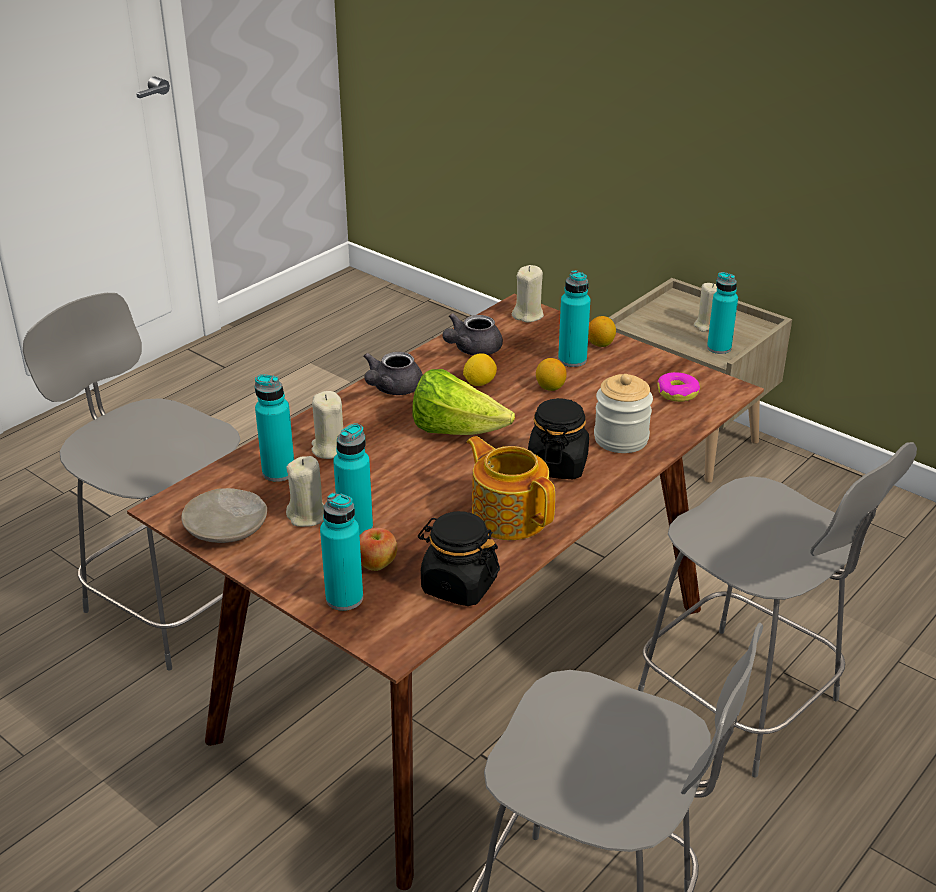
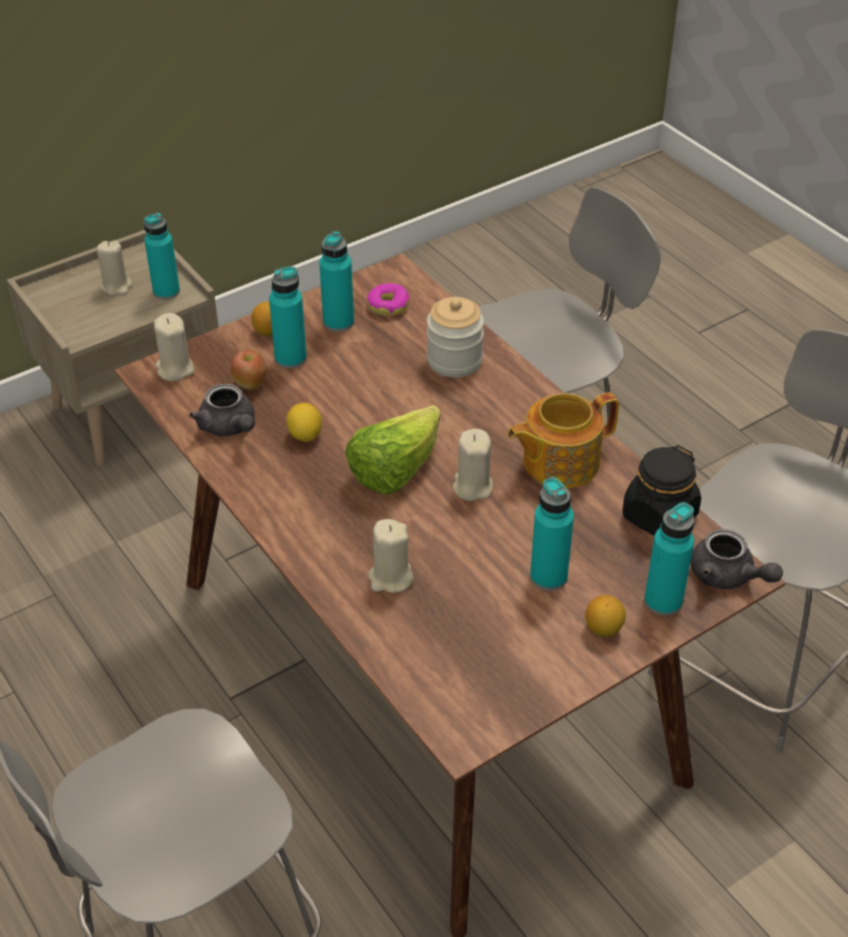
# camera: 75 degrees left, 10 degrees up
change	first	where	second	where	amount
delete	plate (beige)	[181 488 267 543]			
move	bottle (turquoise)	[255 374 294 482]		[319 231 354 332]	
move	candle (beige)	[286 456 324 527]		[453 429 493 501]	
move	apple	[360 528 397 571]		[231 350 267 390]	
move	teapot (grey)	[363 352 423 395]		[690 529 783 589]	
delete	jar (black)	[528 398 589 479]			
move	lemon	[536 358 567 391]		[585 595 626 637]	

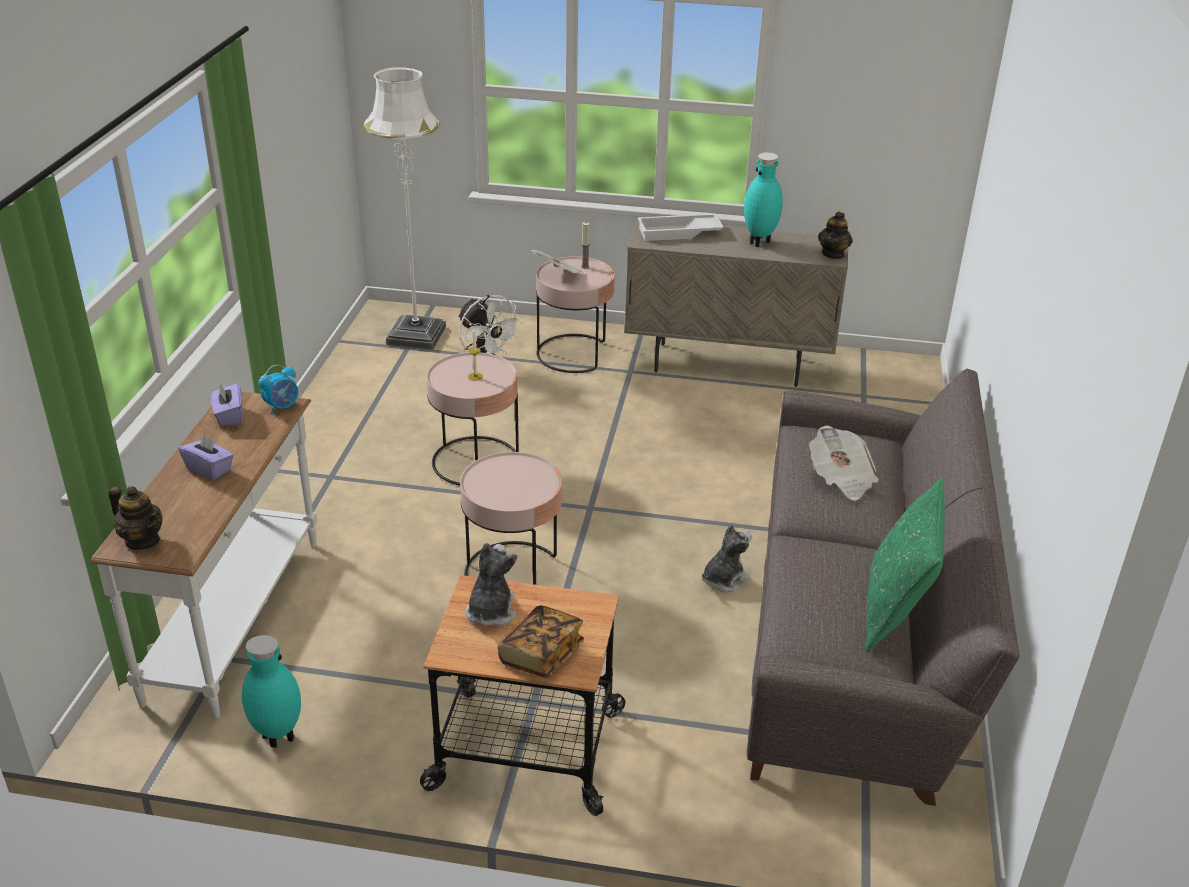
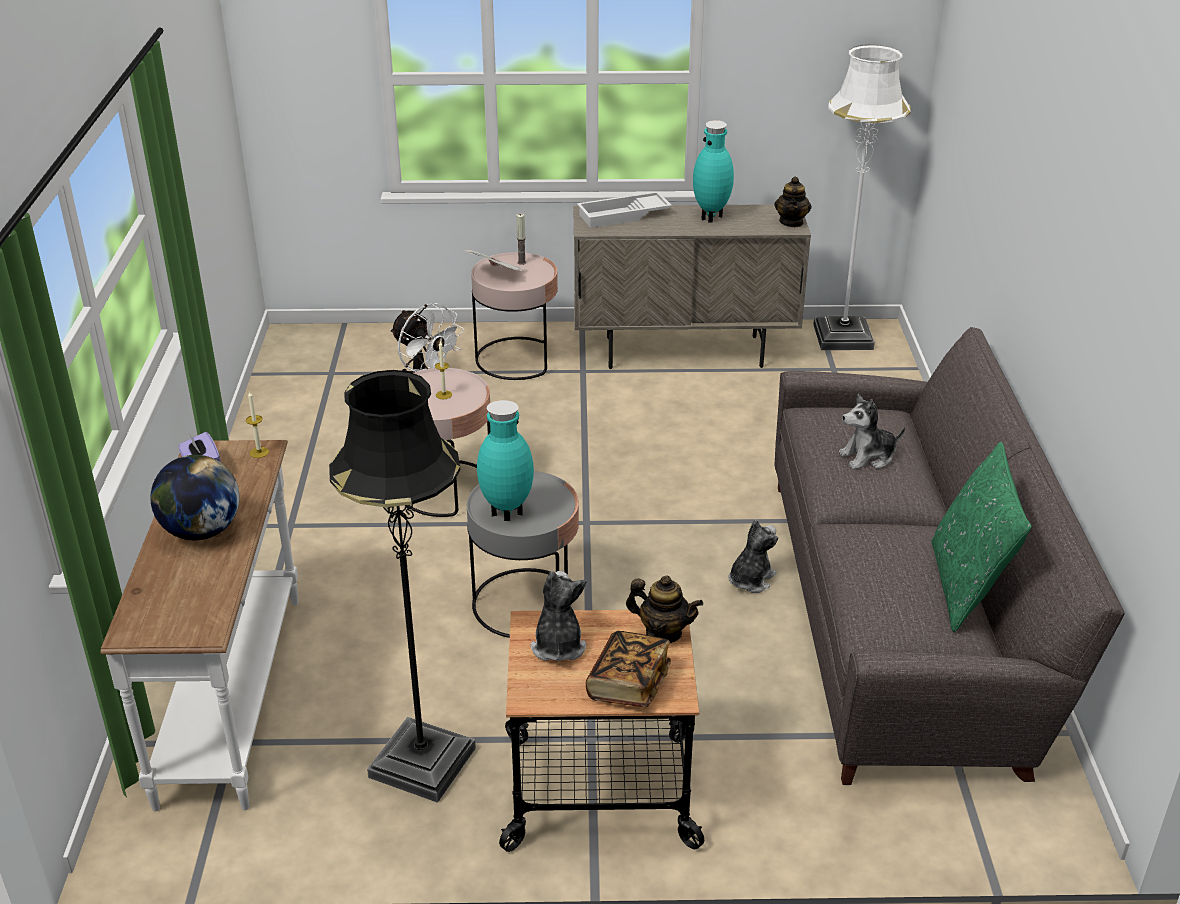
# camera: 10 degrees left, 0 degrees up
change	first	where	second	where	amount
move	teapot	[108 486 162 550]		[626 575 703 643]	
replace	tissue box (purple)	[179 433 234 480]	globe	[150 455 240 540]	
move	vase (turquoise)	[242 635 301 748]		[477 400 534 521]	
replace	alarm clock	[259 365 298 415]	candle	[246 392 269 458]	
move	floor lamp (white)	[364 66 446 350]		[813 44 911 350]	
recolor	side table (pink)	[460 452 562 585]	side table (grey)	[466 471 579 638]	
replace	newspaper	[809 426 879 501]	plush toy	[839 394 905 469]	
insert			floor lamp (black)	[329 370 476 803]	

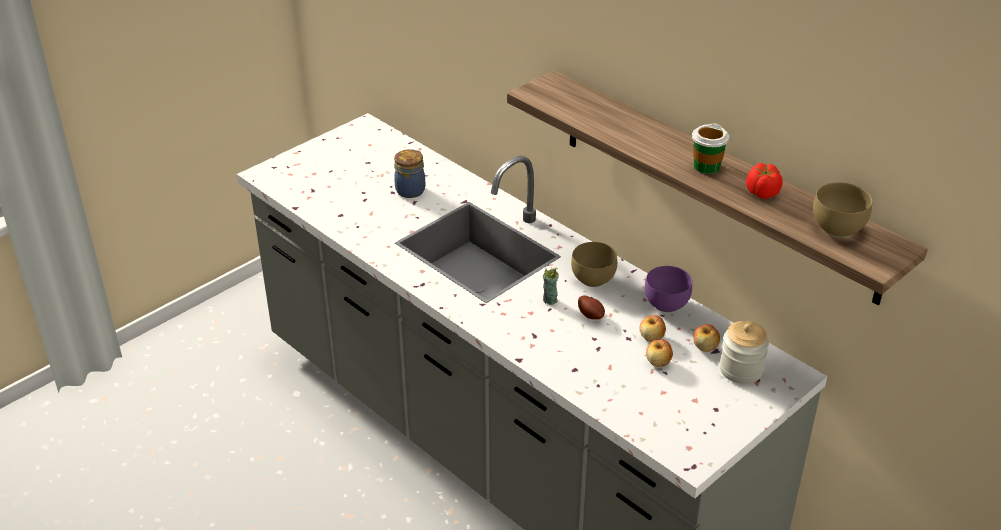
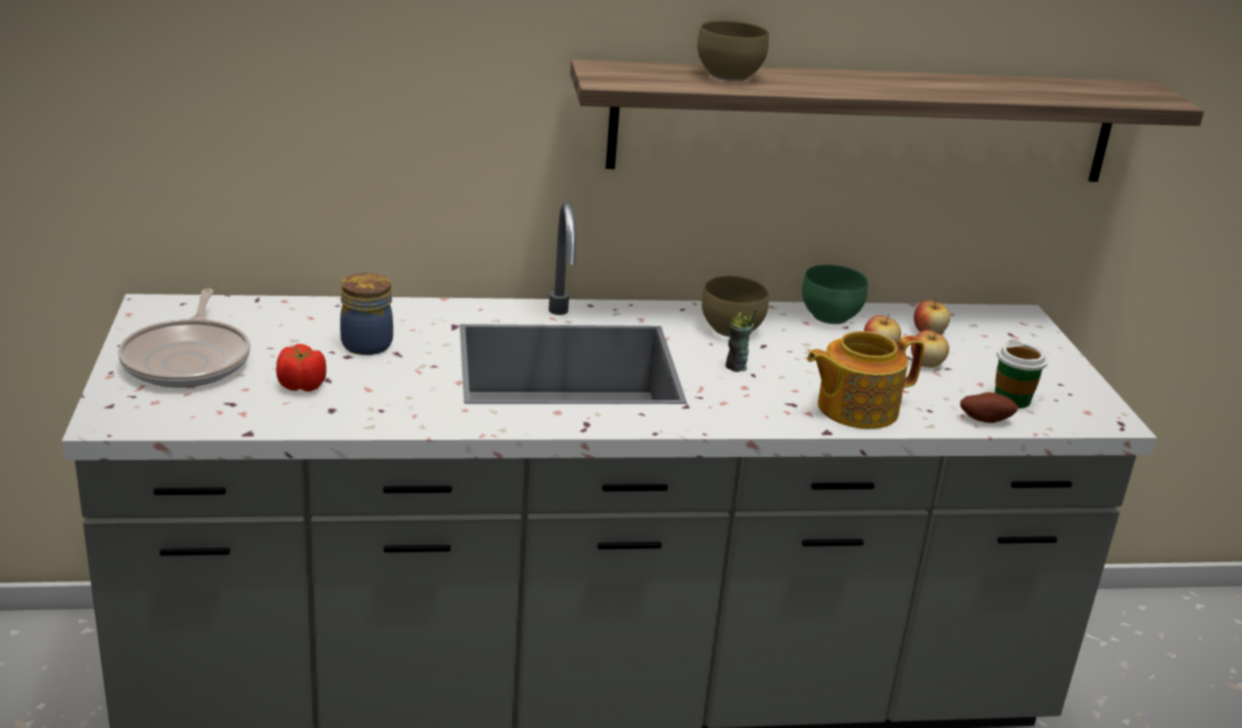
# camera: 55 degrees left, 10 degrees down
change	first	where	second	where	amount
move	potato	[578 295 605 320]		[960 392 1018 423]	
recolor	bowl (purple)	[645 266 692 312]	bowl (green)	[802 265 868 324]	
move	cup	[692 123 729 174]		[995 339 1048 408]	
delete	jar	[720 321 769 384]			
move	tomato	[746 163 783 199]		[276 344 326 392]	
move	bowl (brown)	[813 182 872 237]		[697 20 769 81]	
insert			frying pan	[118 288 250 388]	
insert			teapot	[807 331 924 429]	

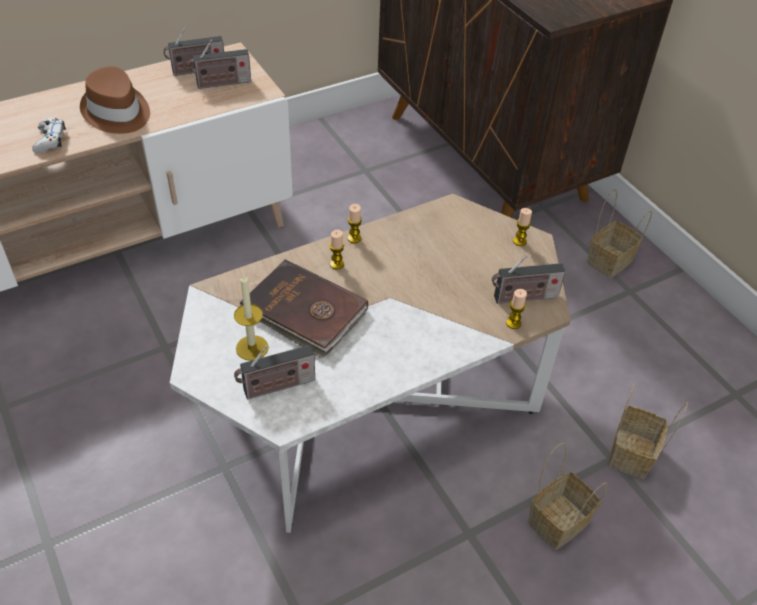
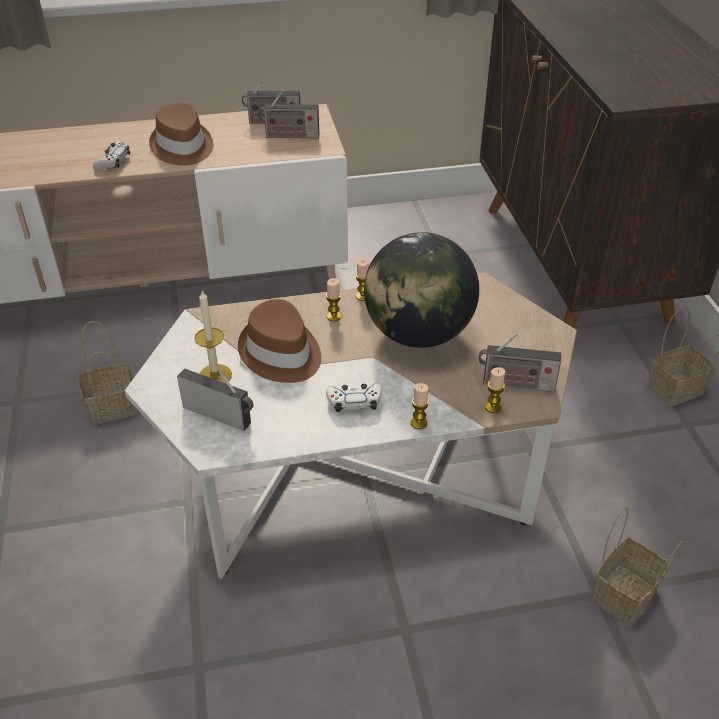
# camera: 20 degrees right, 5 degrees down
change	first	where	second	where	amount
rotate	radio	[234 345 315 400]		[177 368 254 431]	150 degrees counterclockwise
replace	book (brown)	[239 259 368 359]	hat (brown)	[238 299 321 383]	
move	candle	[513 208 532 246]		[410 383 429 429]	
move	basket	[528 443 608 550]		[79 321 139 425]	
insert			game controller (white)	[326 383 382 412]	
insert			globe	[364 232 479 348]	

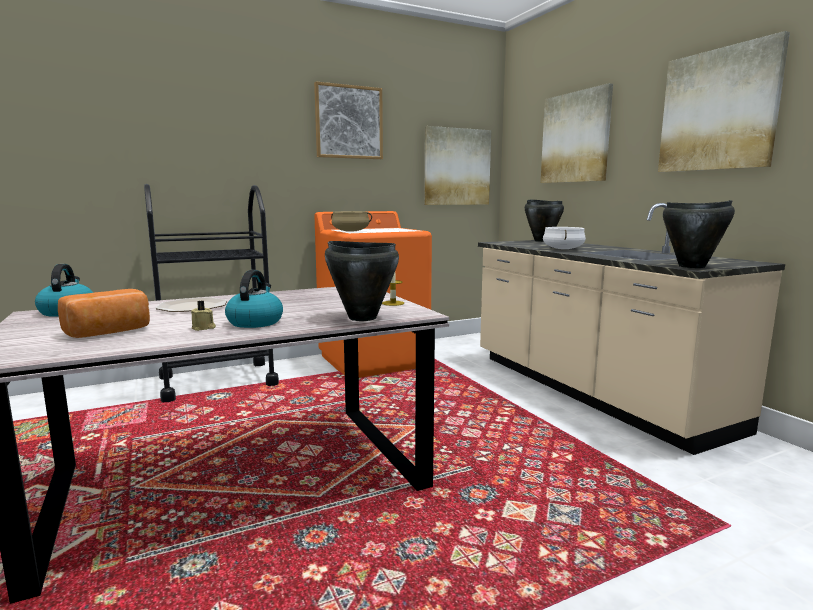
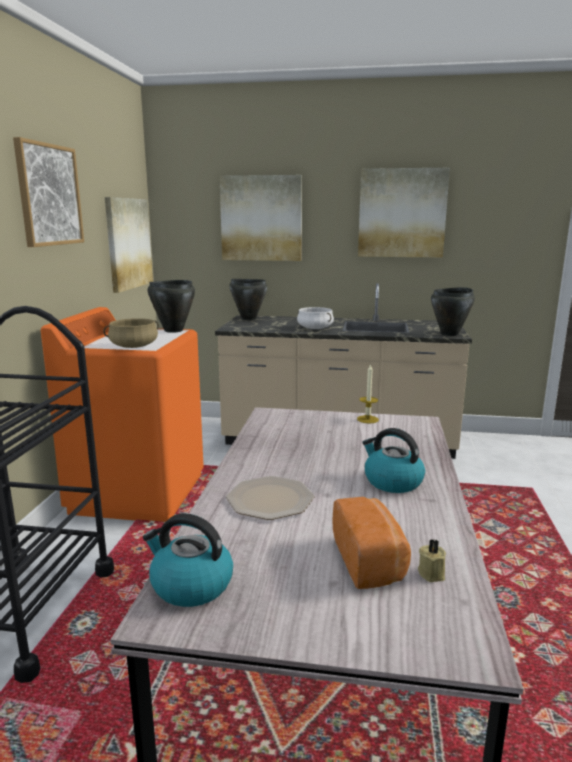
# camera: 55 degrees left, 5 degrees up
change	first	where	second	where	amount
move	candle (beige)	[191 301 216 331]		[418 539 446 582]	
move	cooking pot (black)	[325 241 399 321]		[148 280 195 333]	

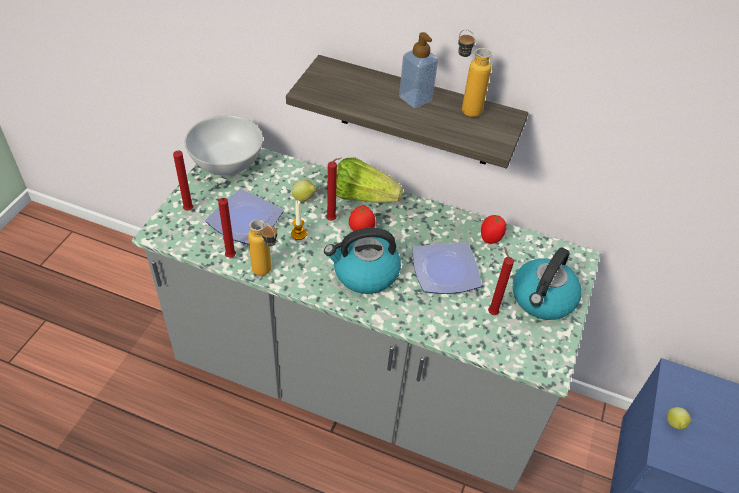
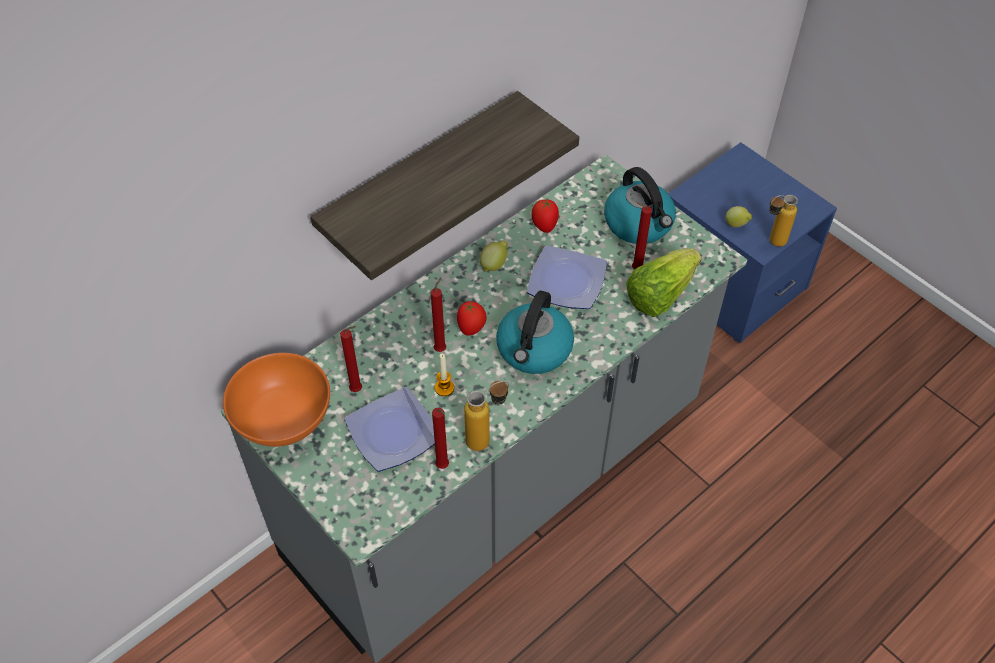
# camera: 60 degrees left, 5 degrees up
change	first	where	second	where	amount
move	candle (red)	[173 150 193 211]		[340 326 362 392]	
recolor	bowl (white)	[185 115 263 176]	bowl (orange)	[223 353 330 447]	
move	lemon	[291 180 316 202]		[479 240 508 272]	
move	lettuce	[336 157 403 203]		[626 248 702 317]	
delete	soap dispenser	[399 32 438 108]			
move	bottle	[458 29 492 117]		[769 195 798 247]	

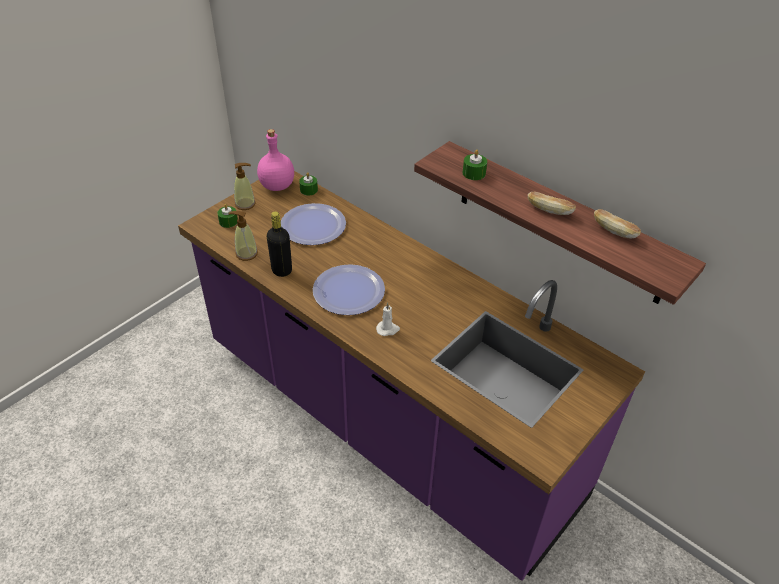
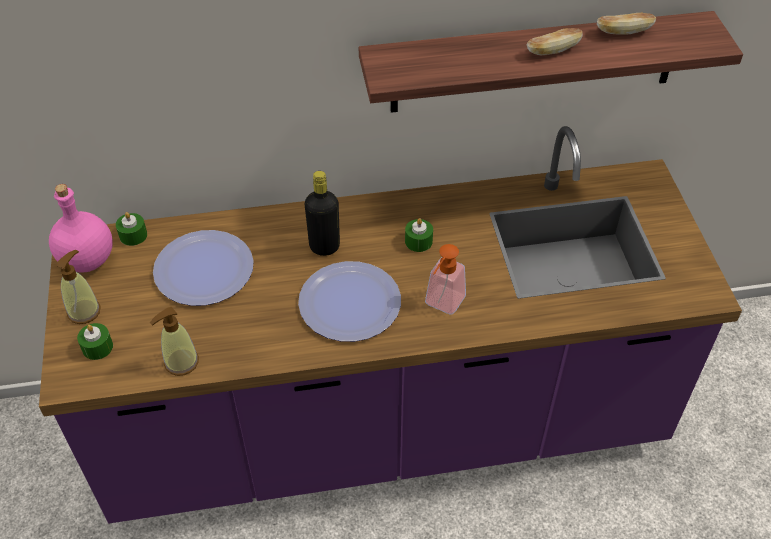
# camera: 50 degrees left, 5 degrees up
change	first	where	second	where	amount
move	bottle (black)	[267 211 292 277]		[305 171 340 256]	
replace	candle (white)	[376 302 400 336]	soap dispenser	[425 244 466 315]	
move	candle (green)	[463 150 487 180]		[405 218 433 252]	

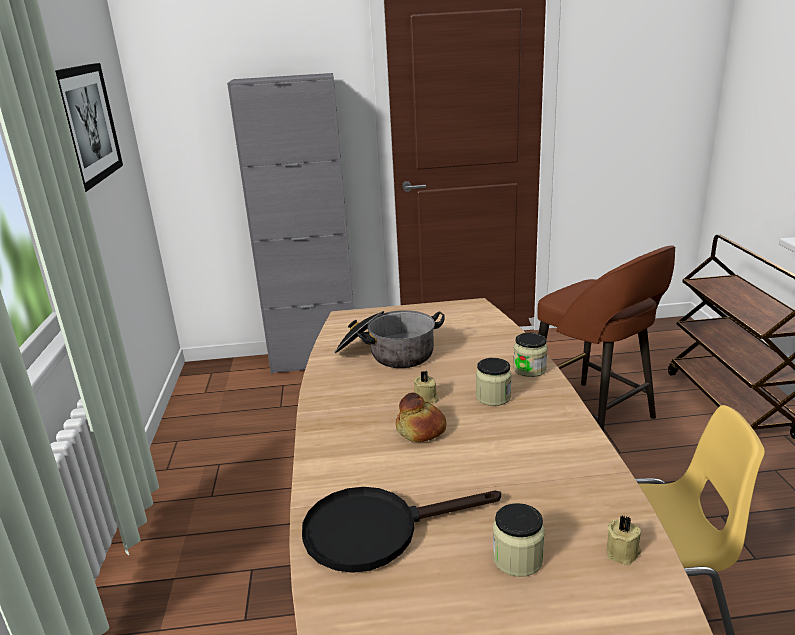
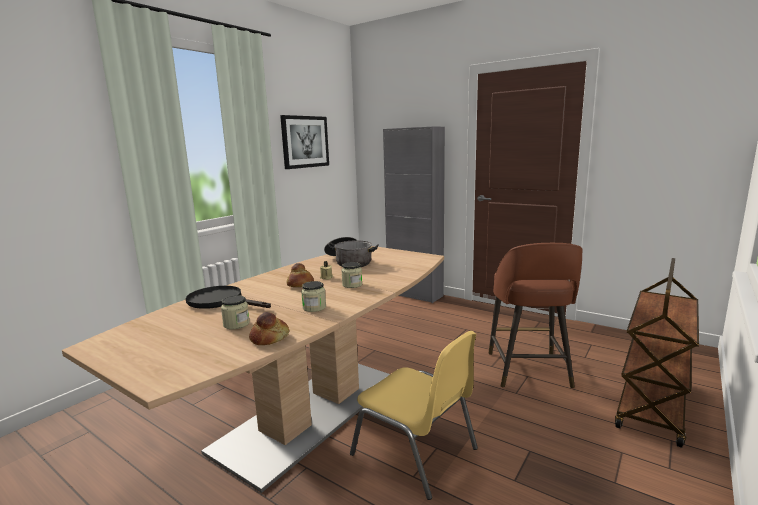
# camera: 40 degrees right, 10 degrees down
change	first	where	second	where	amount
move	jar	[513 333 548 377]		[301 281 326 312]	
replace	candle (beige)	[607 515 642 565]	bread	[249 312 289 345]	

